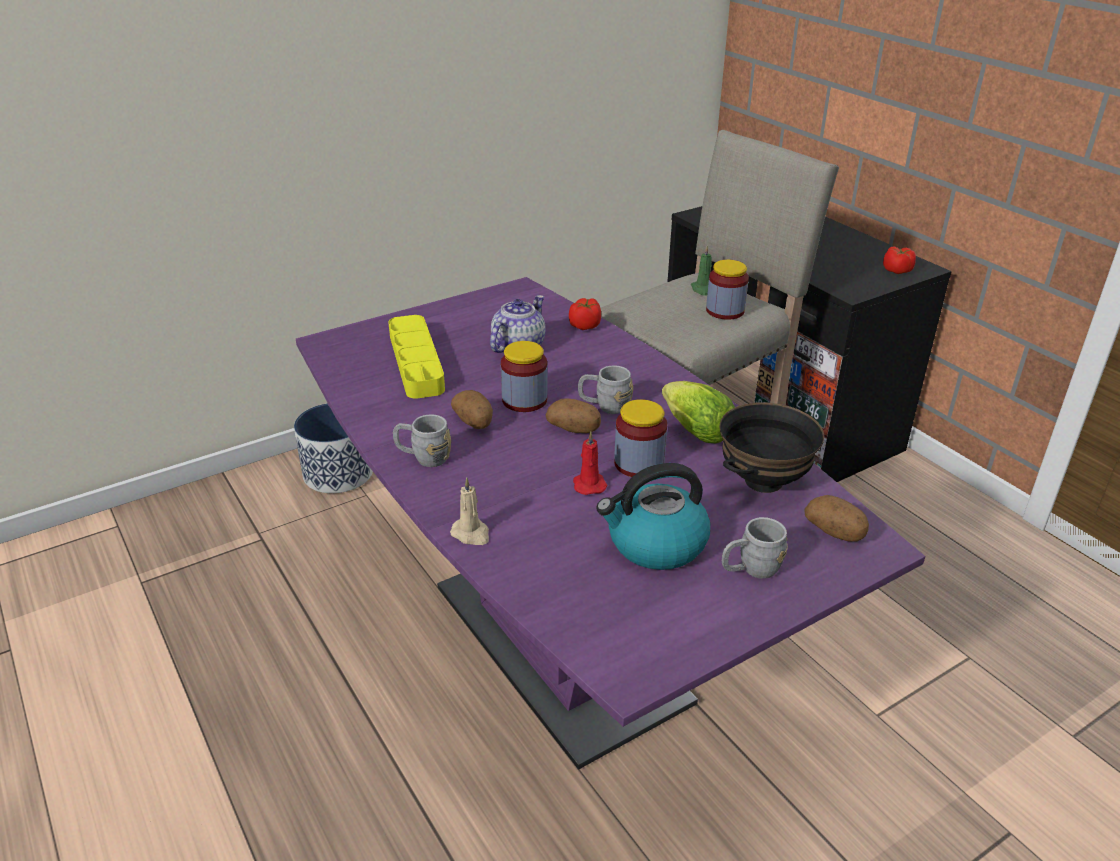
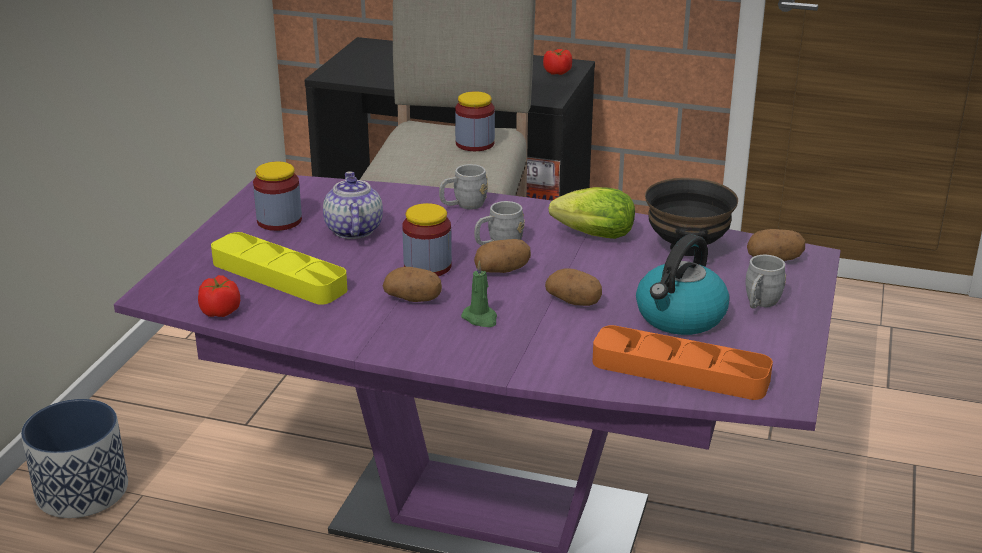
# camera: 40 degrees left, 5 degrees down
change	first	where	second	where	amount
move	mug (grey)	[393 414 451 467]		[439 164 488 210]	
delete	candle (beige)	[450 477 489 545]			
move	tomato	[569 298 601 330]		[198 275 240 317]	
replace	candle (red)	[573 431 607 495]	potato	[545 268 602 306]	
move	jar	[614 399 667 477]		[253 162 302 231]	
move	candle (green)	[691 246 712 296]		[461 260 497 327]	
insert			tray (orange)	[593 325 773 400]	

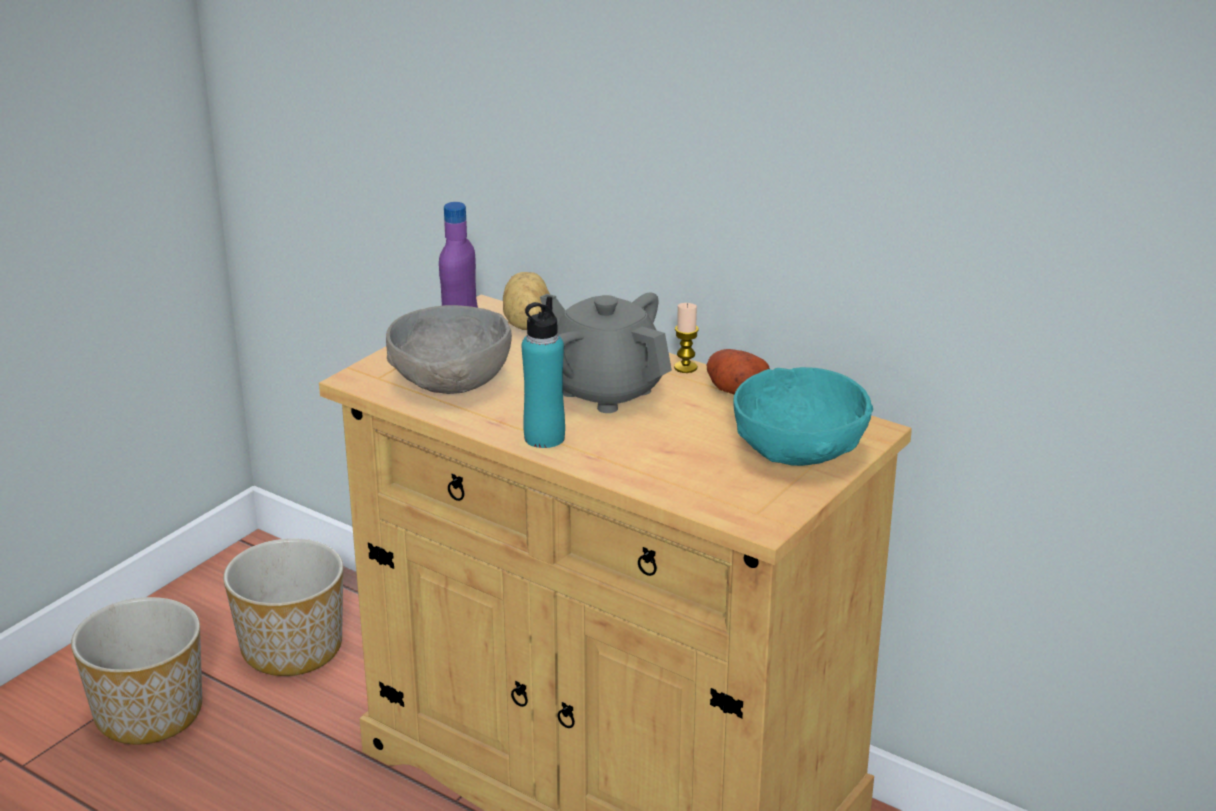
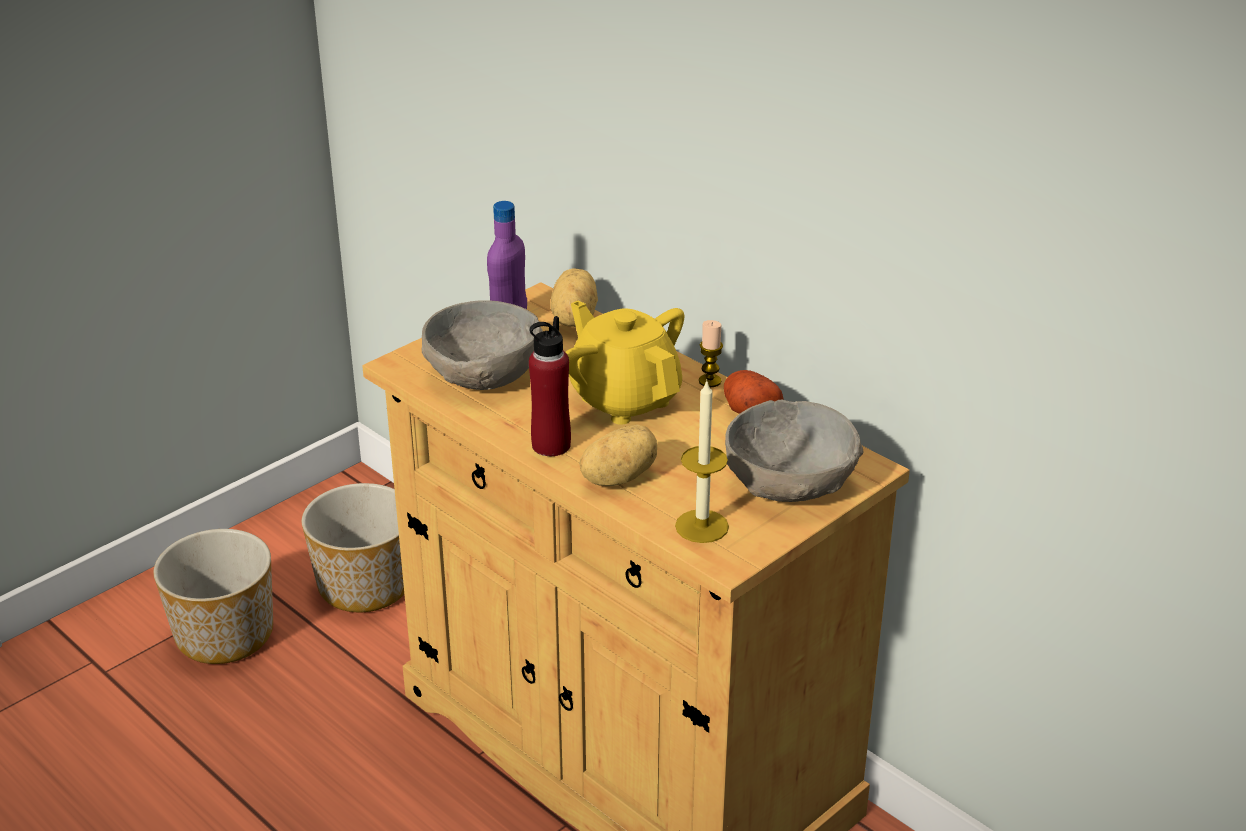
# camera: 10 degrees right, 5 degrees up
change	first	where	second	where	amount
recolor	bottle (turquoise)	[522 296 565 448]	bottle (red)	[529 316 571 456]	
recolor	teapot (grey)	[540 292 672 413]	teapot (yellow)	[566 300 684 425]	
recolor	bowl (turquoise)	[733 367 873 466]	bowl (grey)	[725 400 864 502]	
insert			potato	[579 424 657 486]	
insert			candle	[675 379 729 543]	

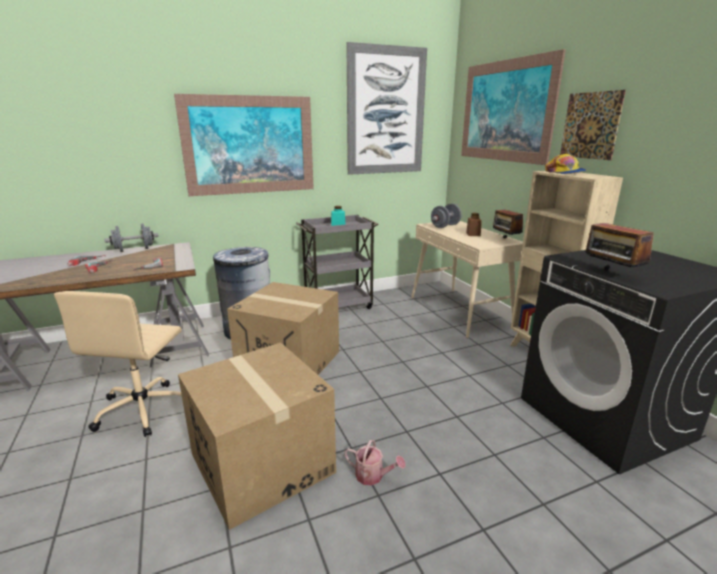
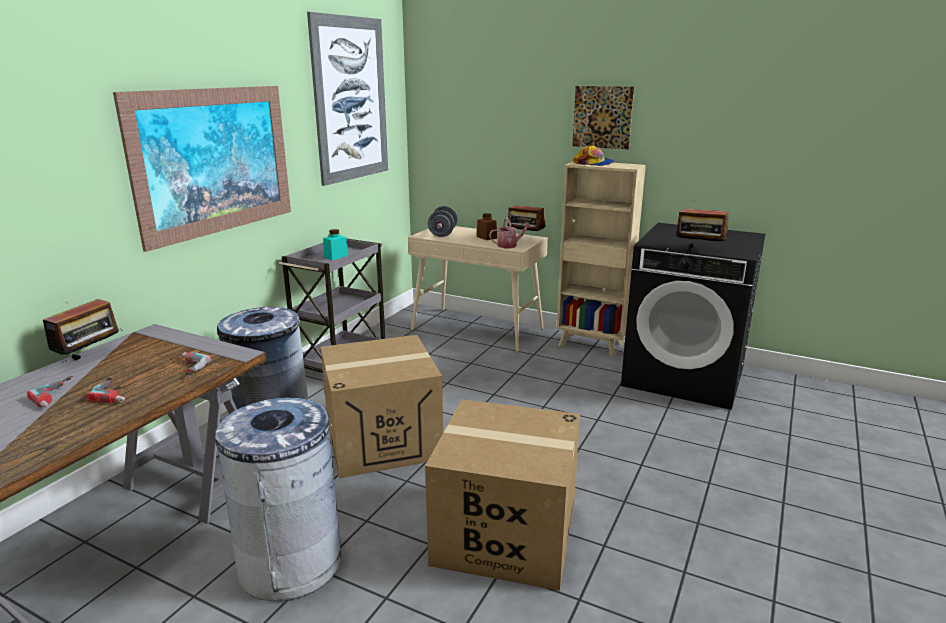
# camera: 40 degrees left, 0 degrees up
change	first	where	second	where	amount
replace	office chair (beige)	[54 291 182 437]	trash can (grey)	[215 397 341 601]	
replace	dumbbell (grey)	[104 223 159 252]	radio	[43 299 123 363]	
move	watering can	[344 440 406 486]		[489 218 532 248]	
delete	picture	[461 49 566 165]			

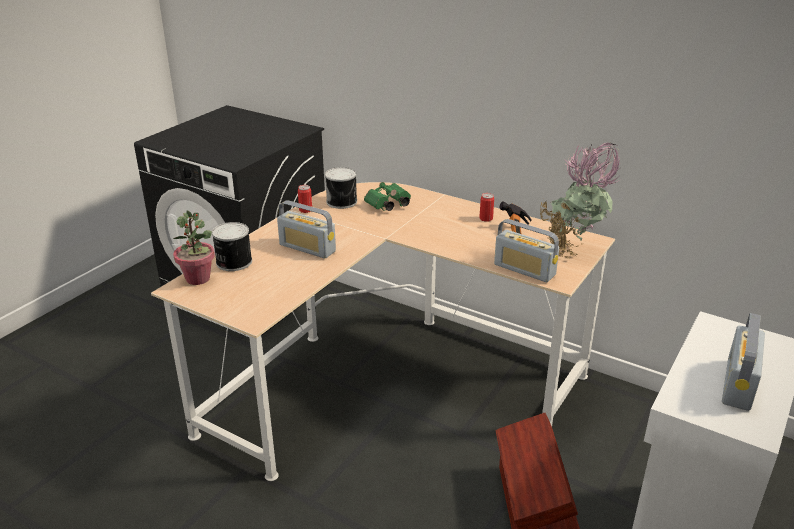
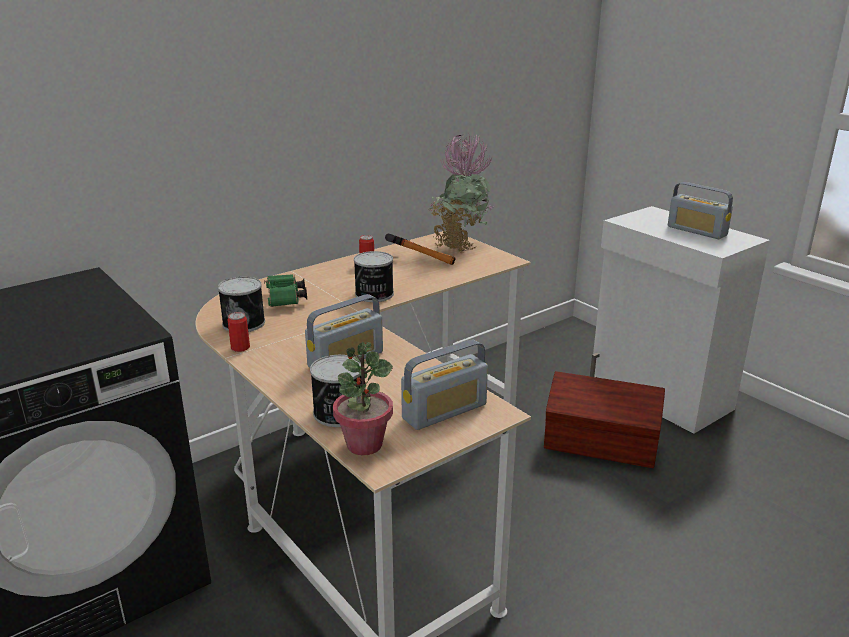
# camera: 70 degrees left, 5 degrees down
change	first	where	second	where	amount
move	radio	[494 219 559 282]		[401 339 488 430]	
insert			can	[354 251 394 302]	

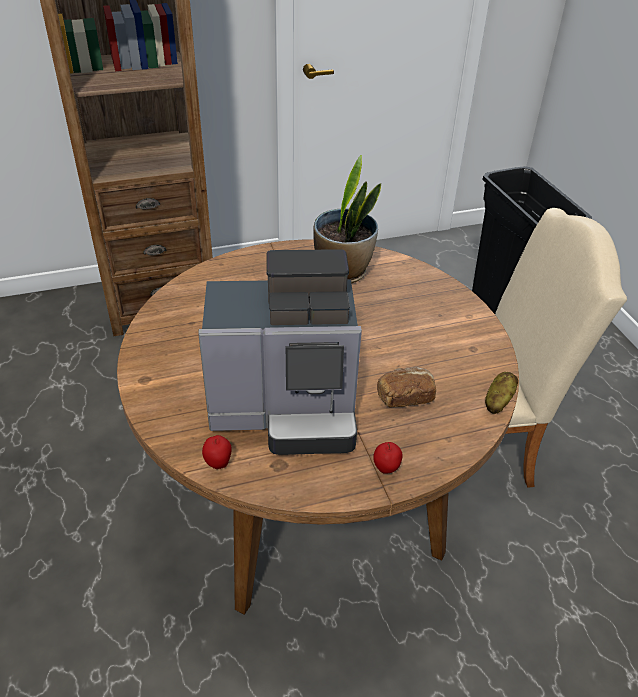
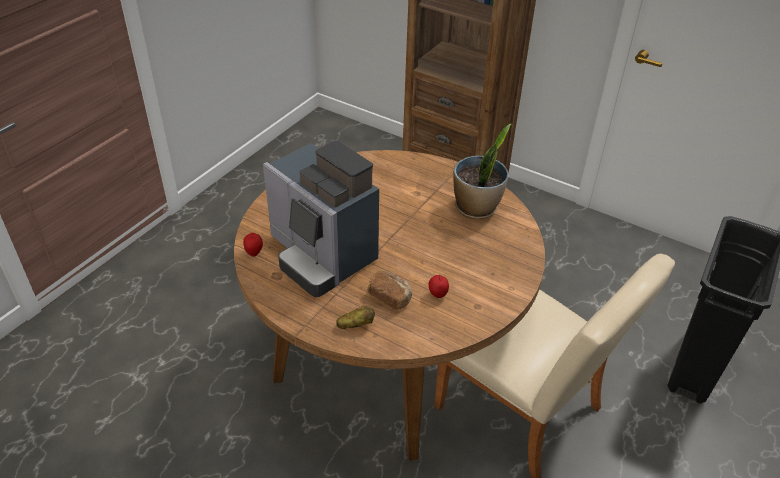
# camera: 50 degrees right, 0 degrees up
change	first	where	second	where	amount
move	apple	[373 442 402 473]		[429 275 449 298]	
move	potato	[485 372 518 414]		[336 306 375 329]	

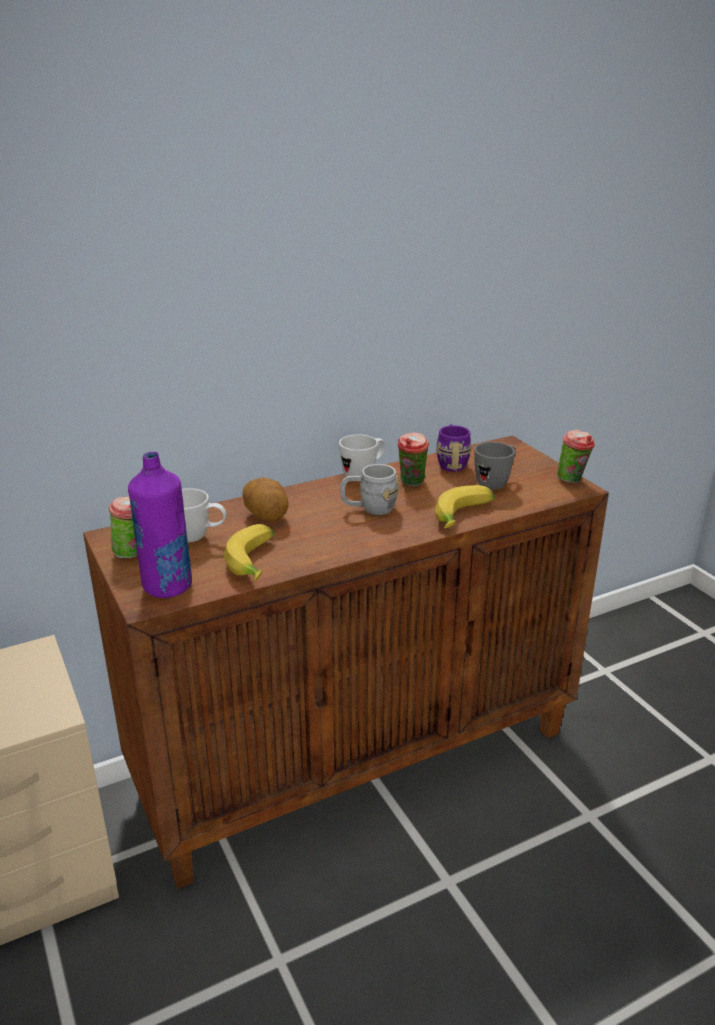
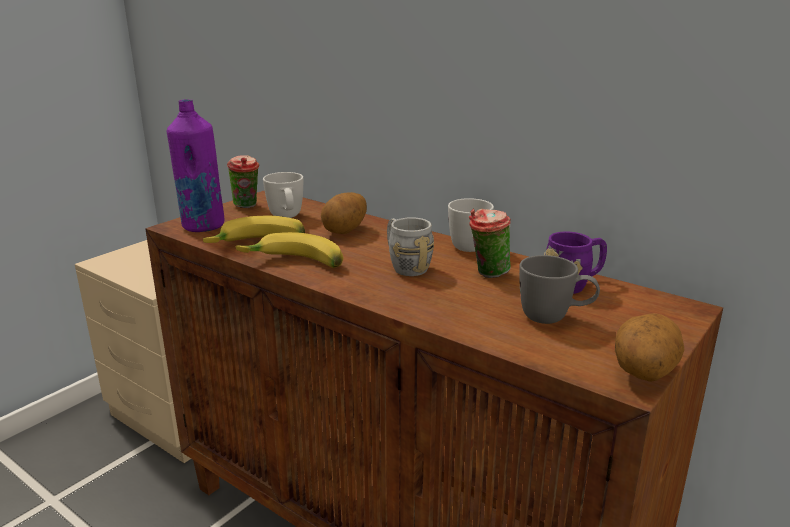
# camera: 65 degrees right, 5 degrees down
change	first	where	second	where	amount
move	banana	[435 485 496 529]		[236 232 344 268]	
replace	cup	[557 430 595 483]	potato	[615 313 684 382]	

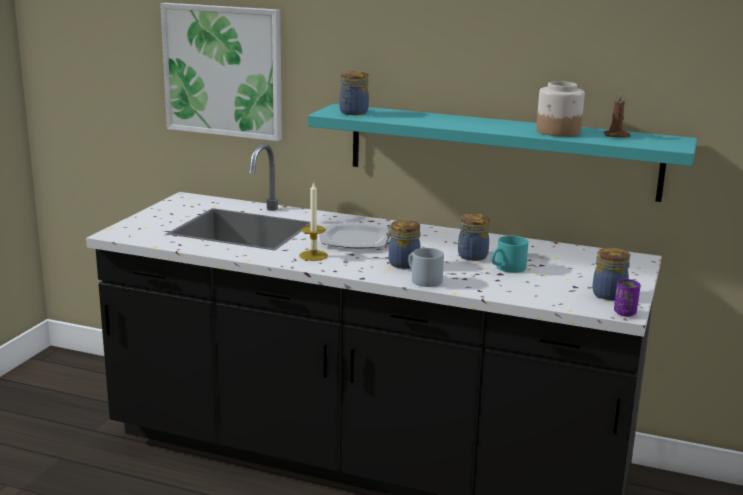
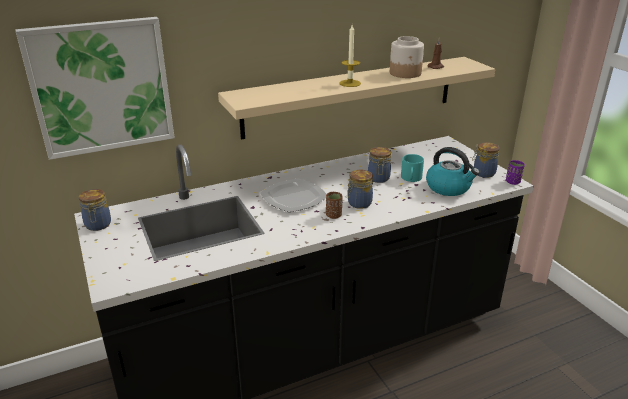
# camera: 45 degrees left, 10 degrees up
change	first	where	second	where	amount
move	candle	[299 181 328 261]		[339 25 361 87]	
recolor	shelf (turquoise)	[308 104 697 202]	shelf (beige)	[218 57 495 140]	
move	jar	[339 71 369 115]		[79 189 111 231]	
delete	mug (grey)	[408 248 444 287]			
insert			cup (brown)	[326 192 343 219]	
insert			kettle	[426 147 480 196]	

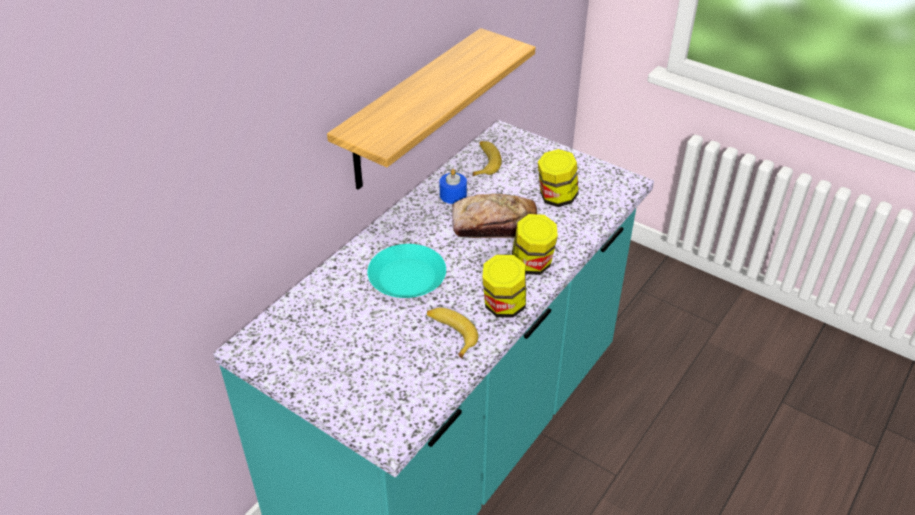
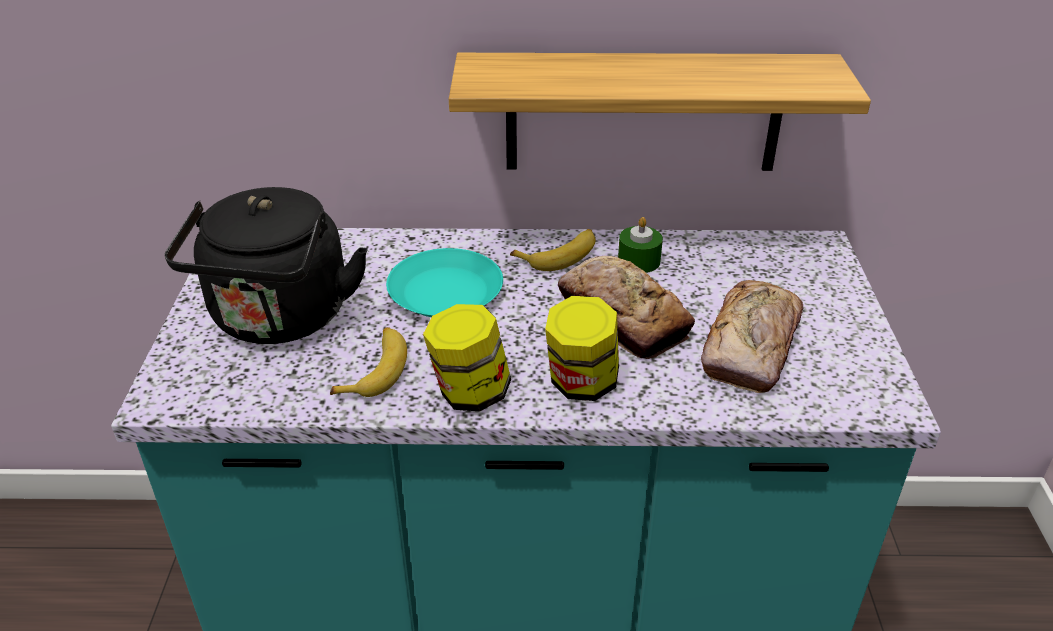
# camera: 55 degrees right, 5 degrees down
change	first	where	second	where	amount
recolor	candle (blue)	[440 169 467 204]	candle (green)	[618 217 663 273]	
move	banana	[473 141 502 176]		[510 229 596 271]	
replace	jar	[538 149 579 207]	bread	[701 280 804 393]	
insert			kettle (black)	[164 187 368 344]	

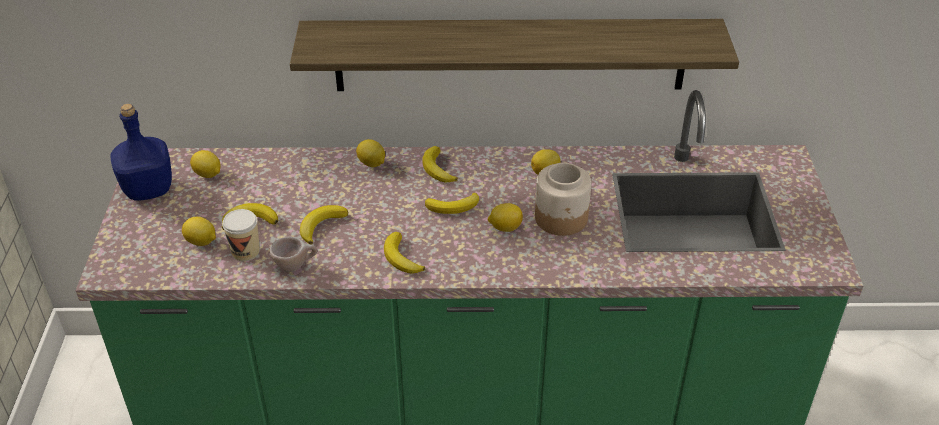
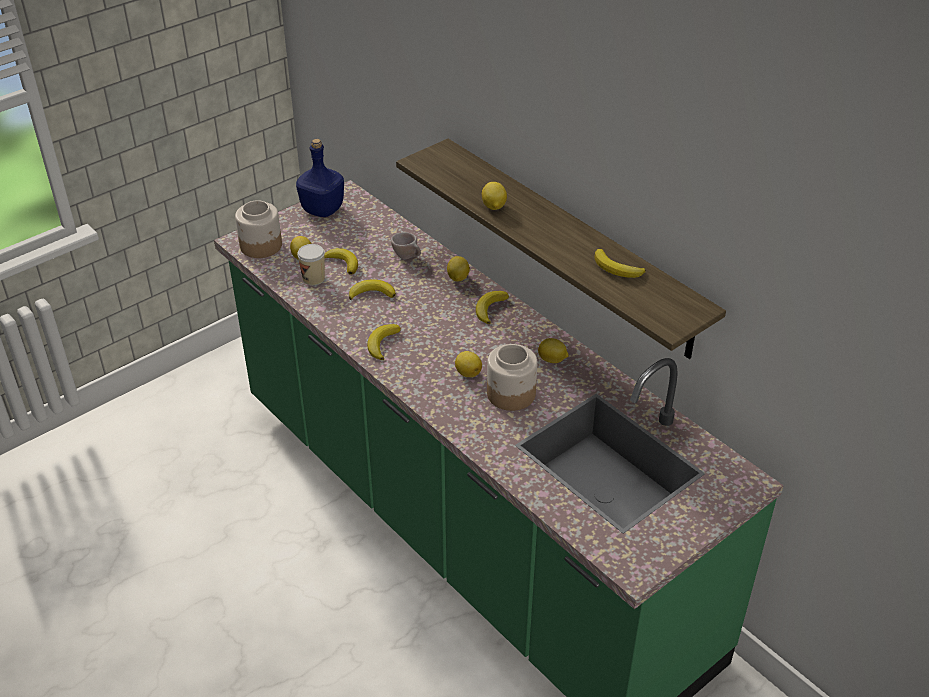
# camera: 50 degrees right, 0 degrees up
change	first	where	second	where	amount
move	lemon	[190 150 221 178]		[482 182 507 210]	
move	cup (beige)	[270 236 317 272]		[391 232 421 259]	
move	banana	[425 192 479 214]		[594 249 646 278]	
insert			jar	[235 200 282 258]	

